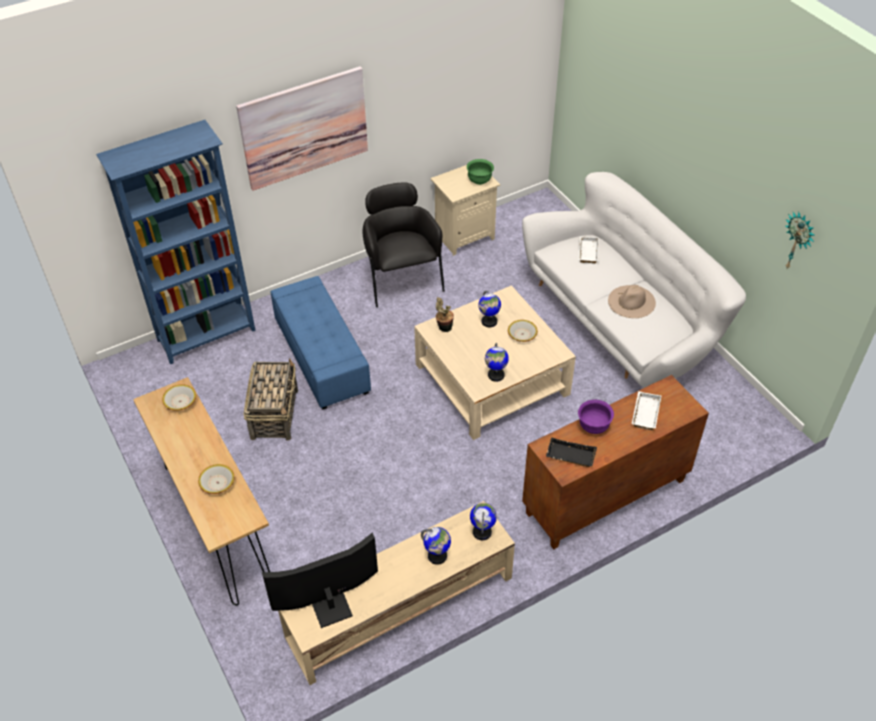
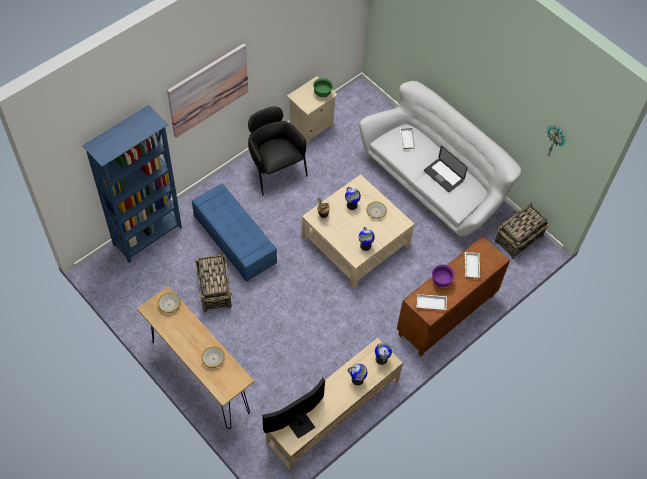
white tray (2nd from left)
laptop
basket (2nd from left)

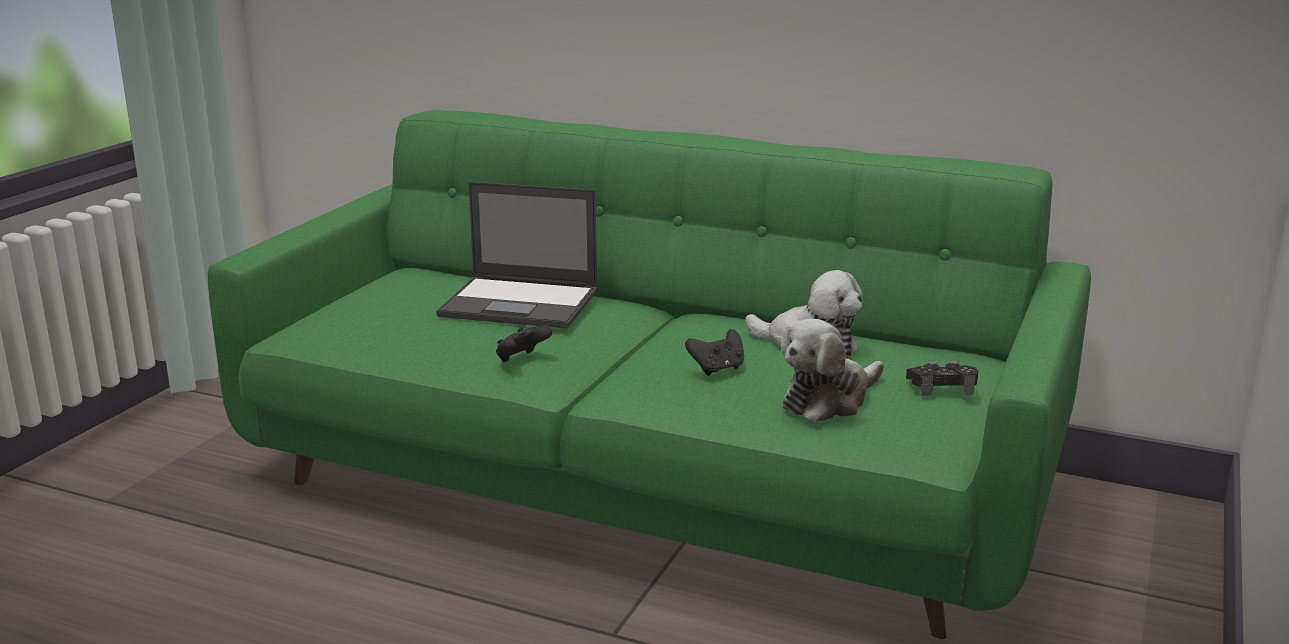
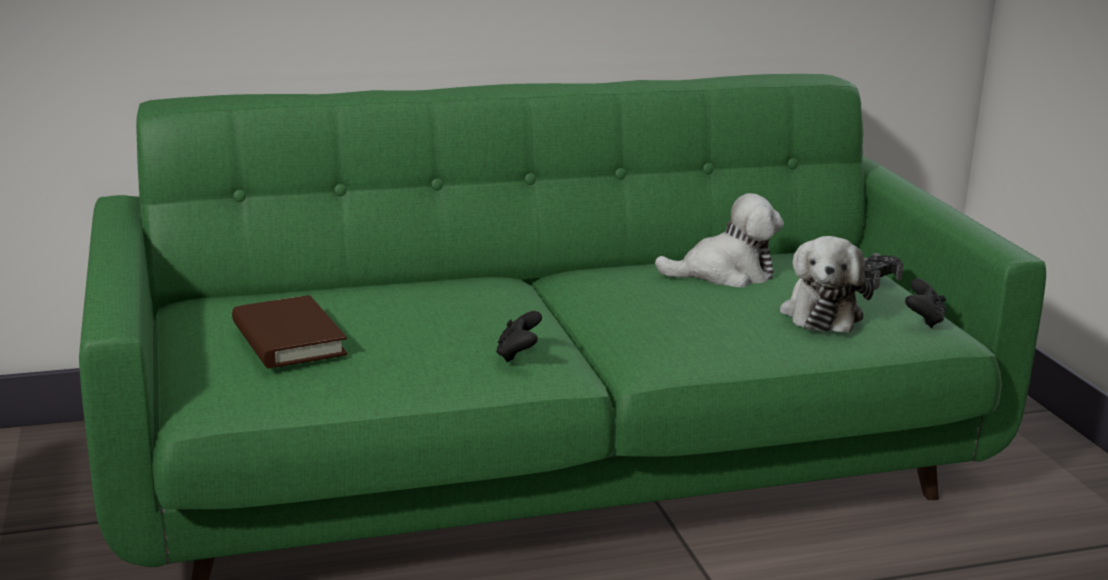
laptop
black game controller (3rd from left)
brown book

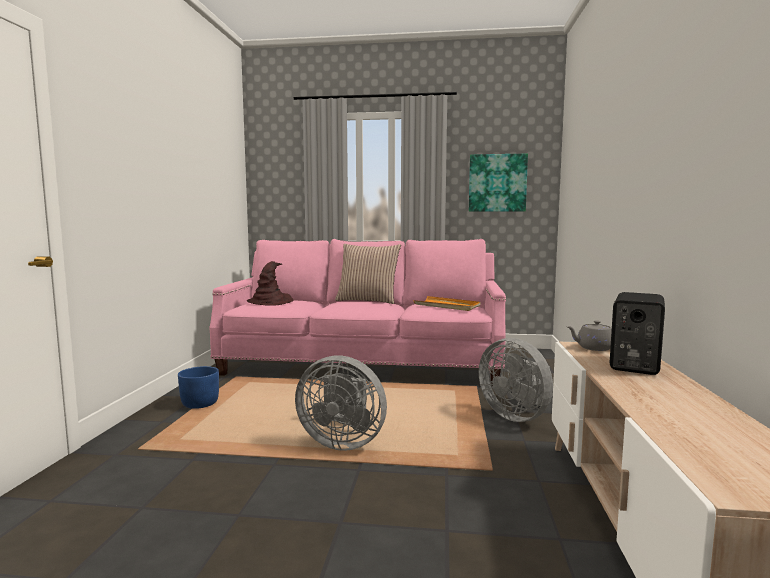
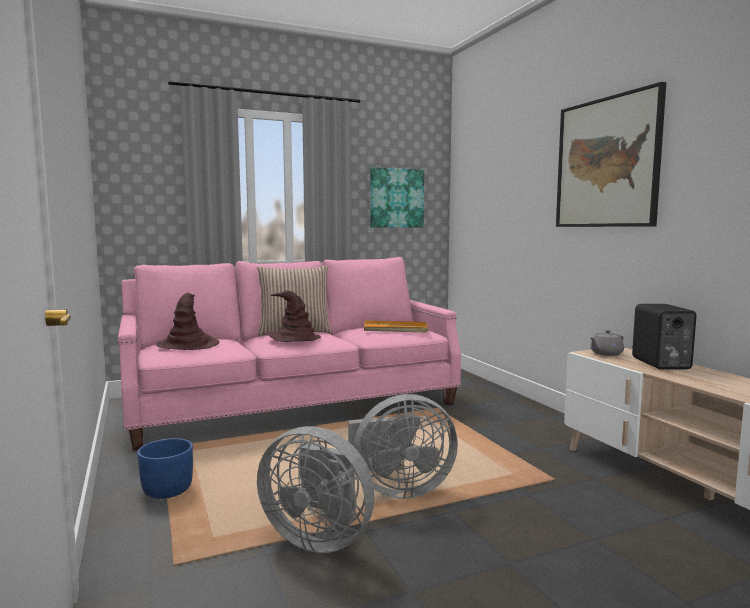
grey fan (1st from left)
brown hat (2nd from left)
picture (2nd from left)

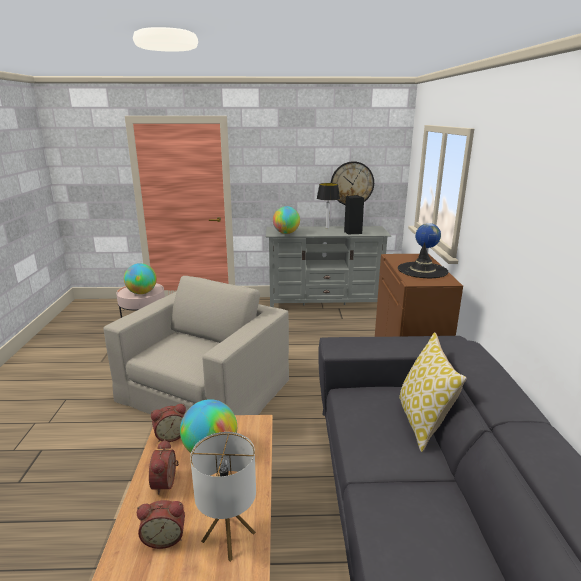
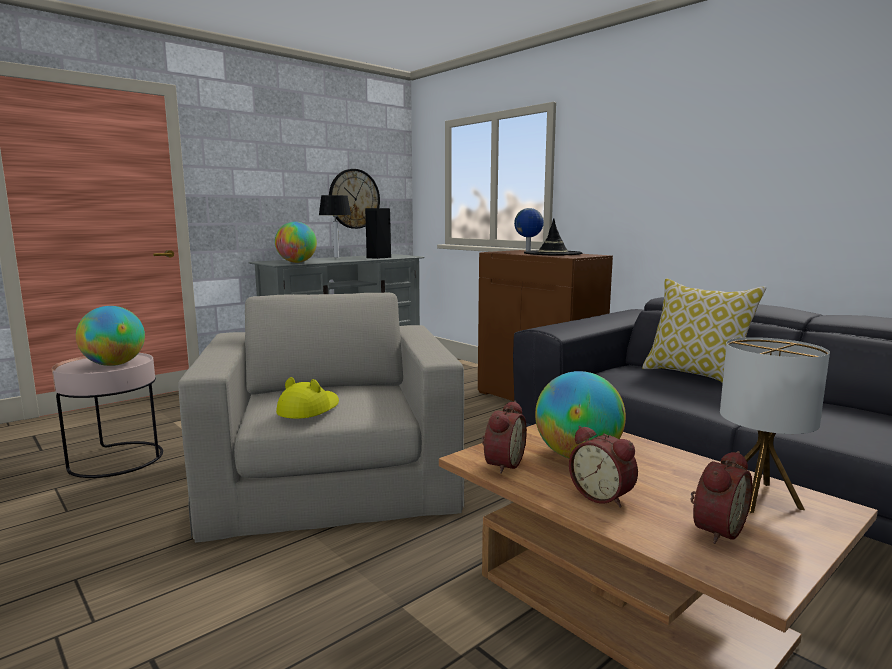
yellow hat

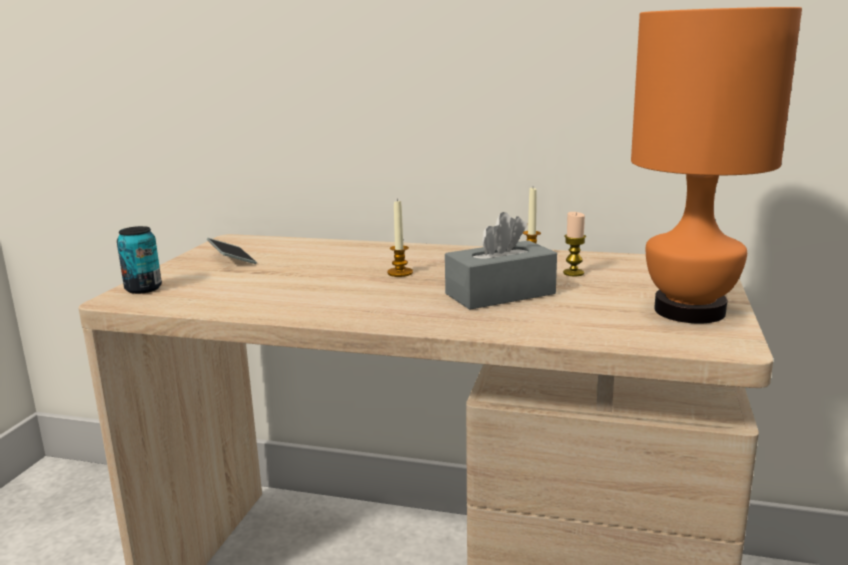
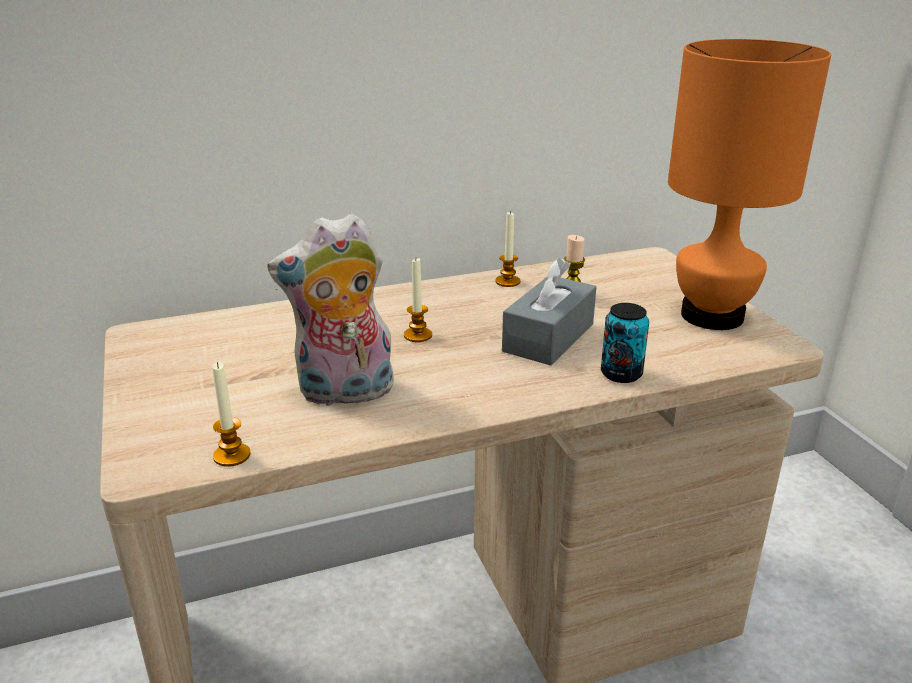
can
phone
candle (1st from left)
plush toy

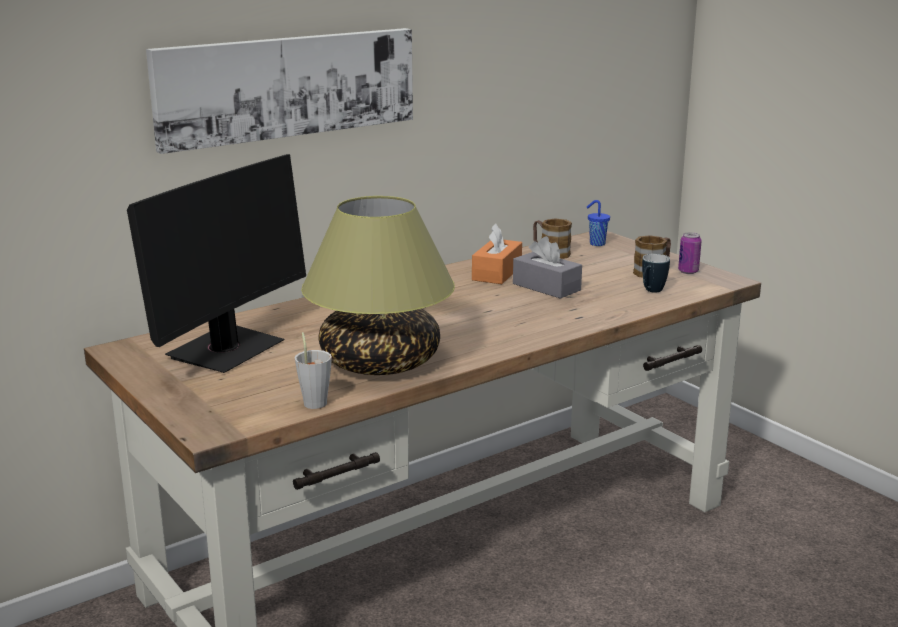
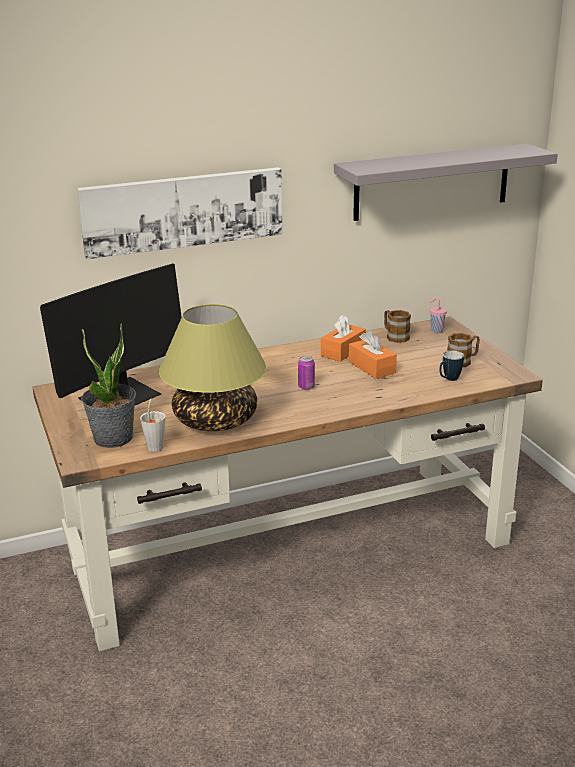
orange tissue box (2nd from left)
pink cup
can
potted plant
grey shelf

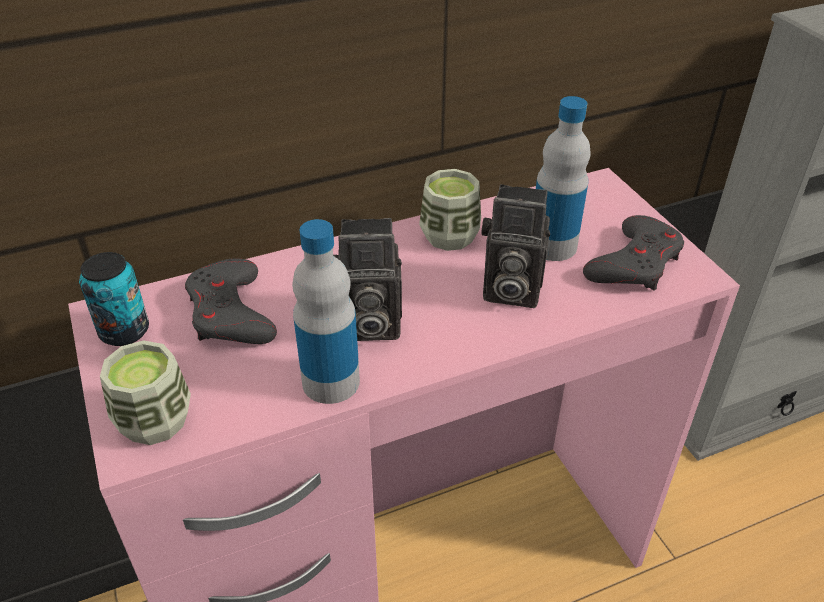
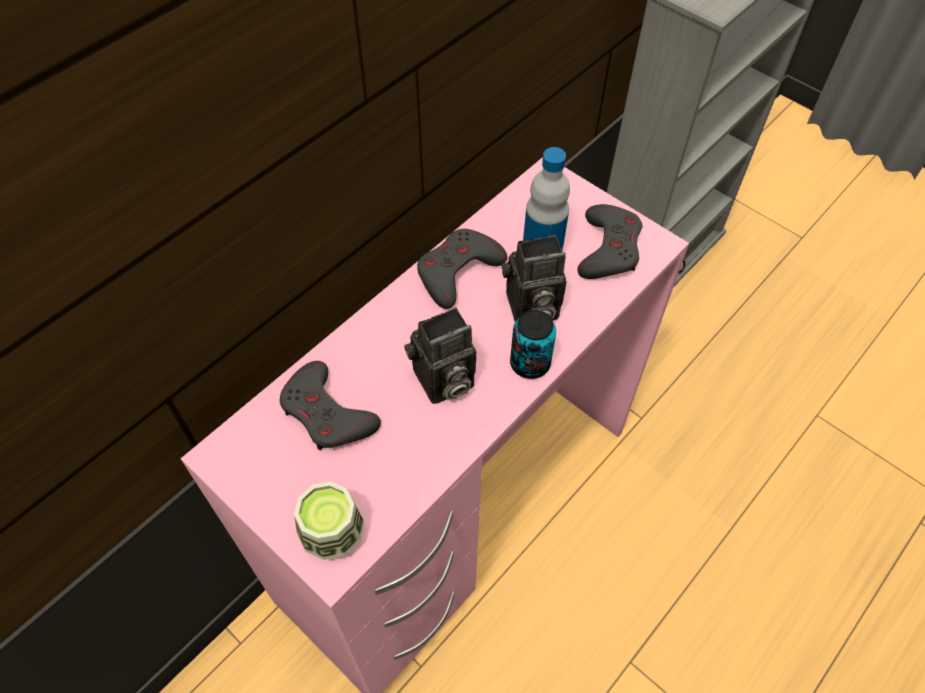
can
bottle (1st from left in the first image)
grey game controller (2nd from left)

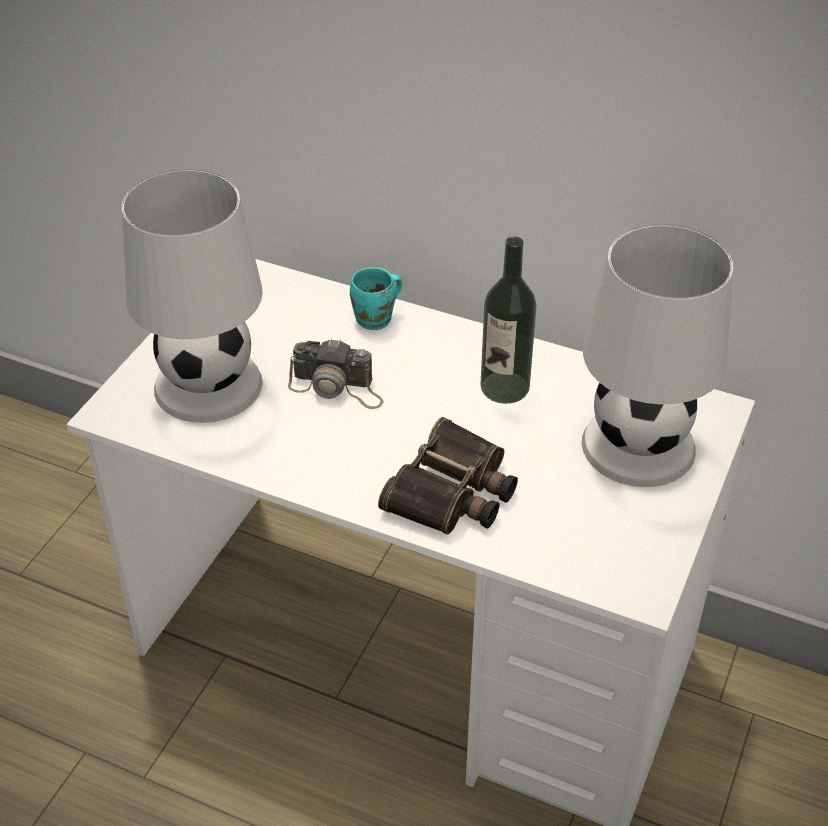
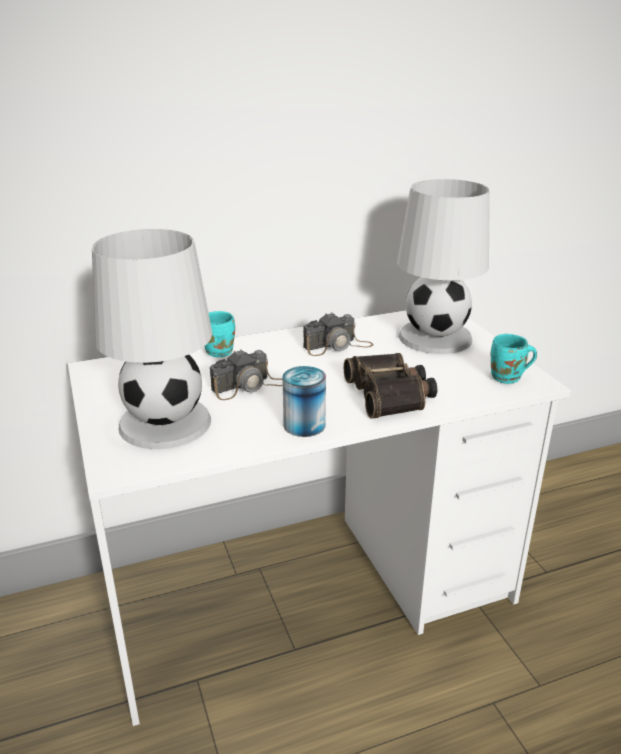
photo camera (2nd from left)
can
turquoise mug (2nd from left)

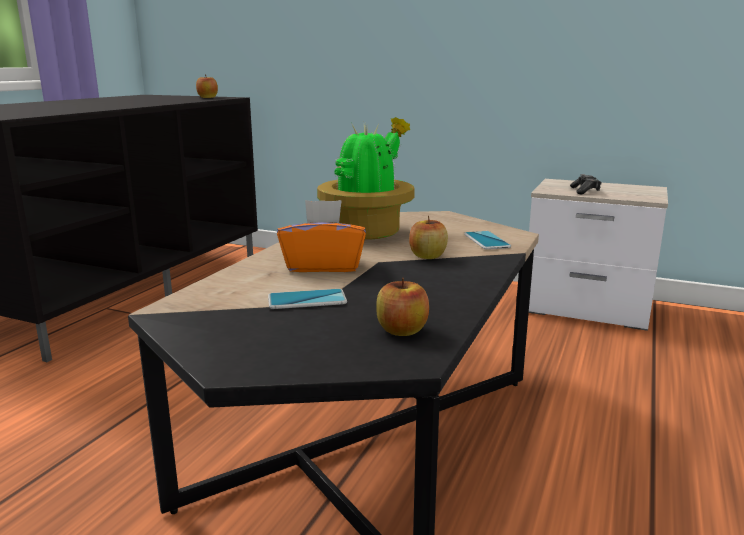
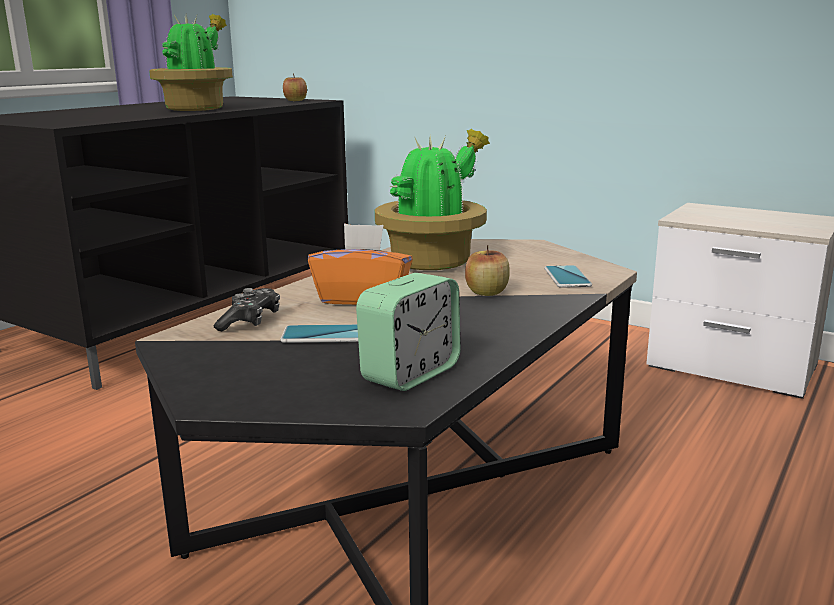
alarm clock
game controller
potted plant (1st from left)

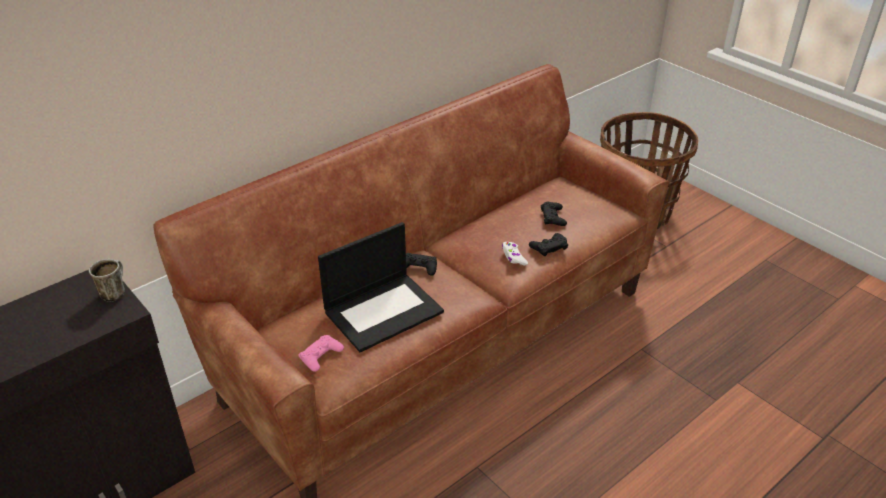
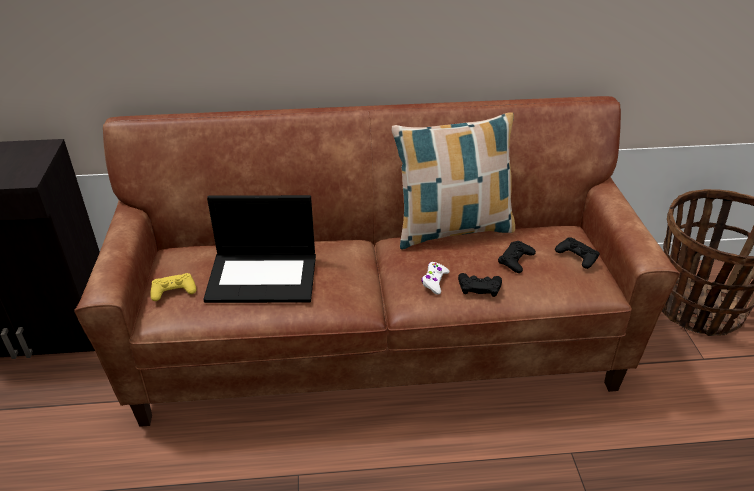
mug
yellow game controller
black game controller (3rd from left)
pillow

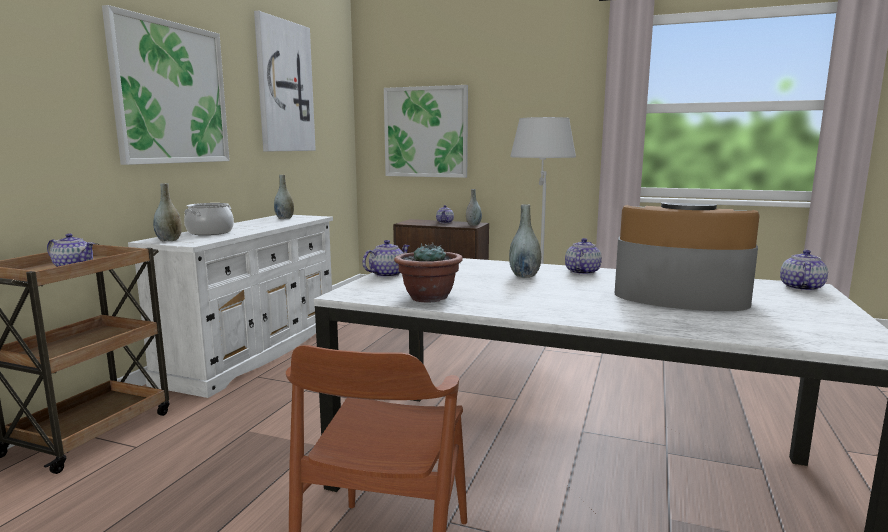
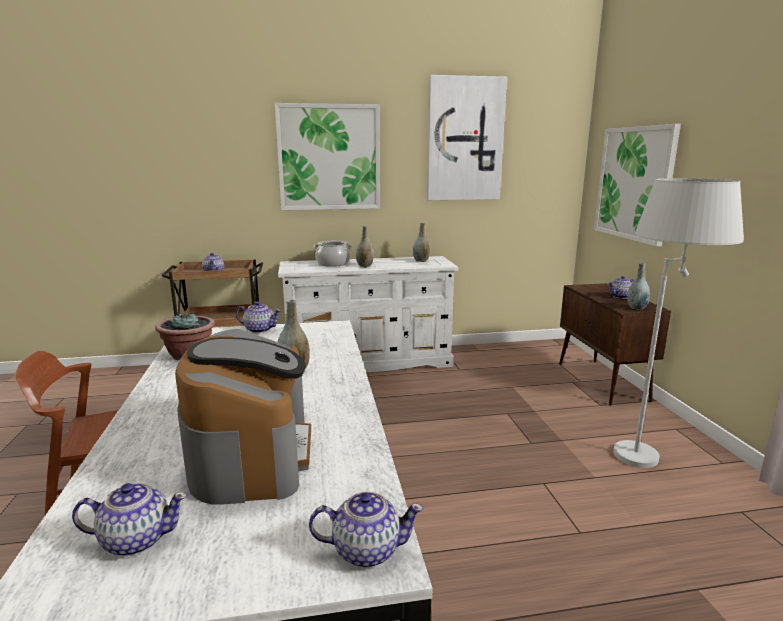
grey vase (2nd from left)
teapot (1st from left)

